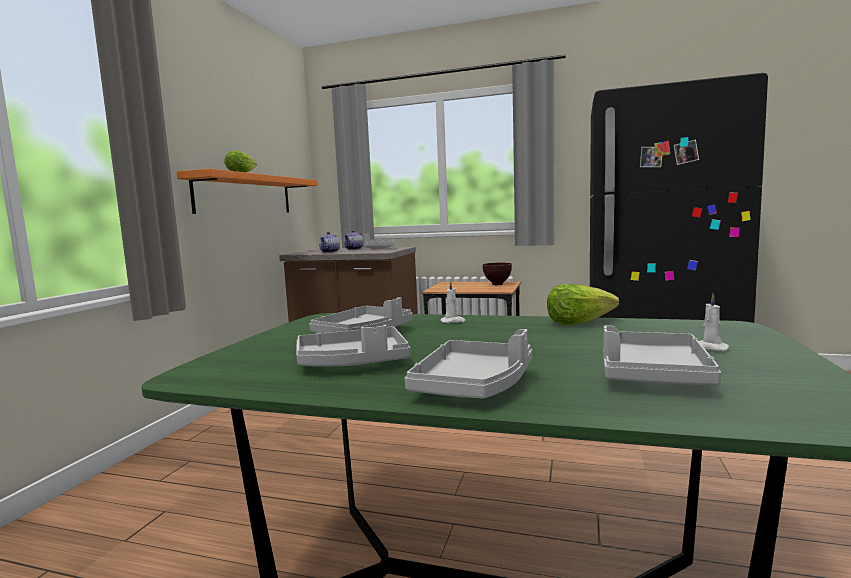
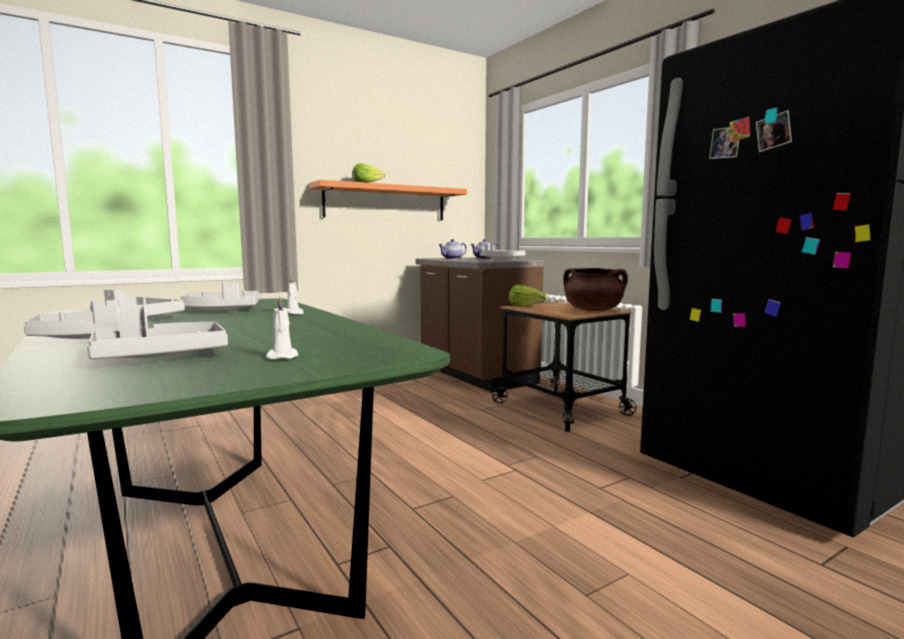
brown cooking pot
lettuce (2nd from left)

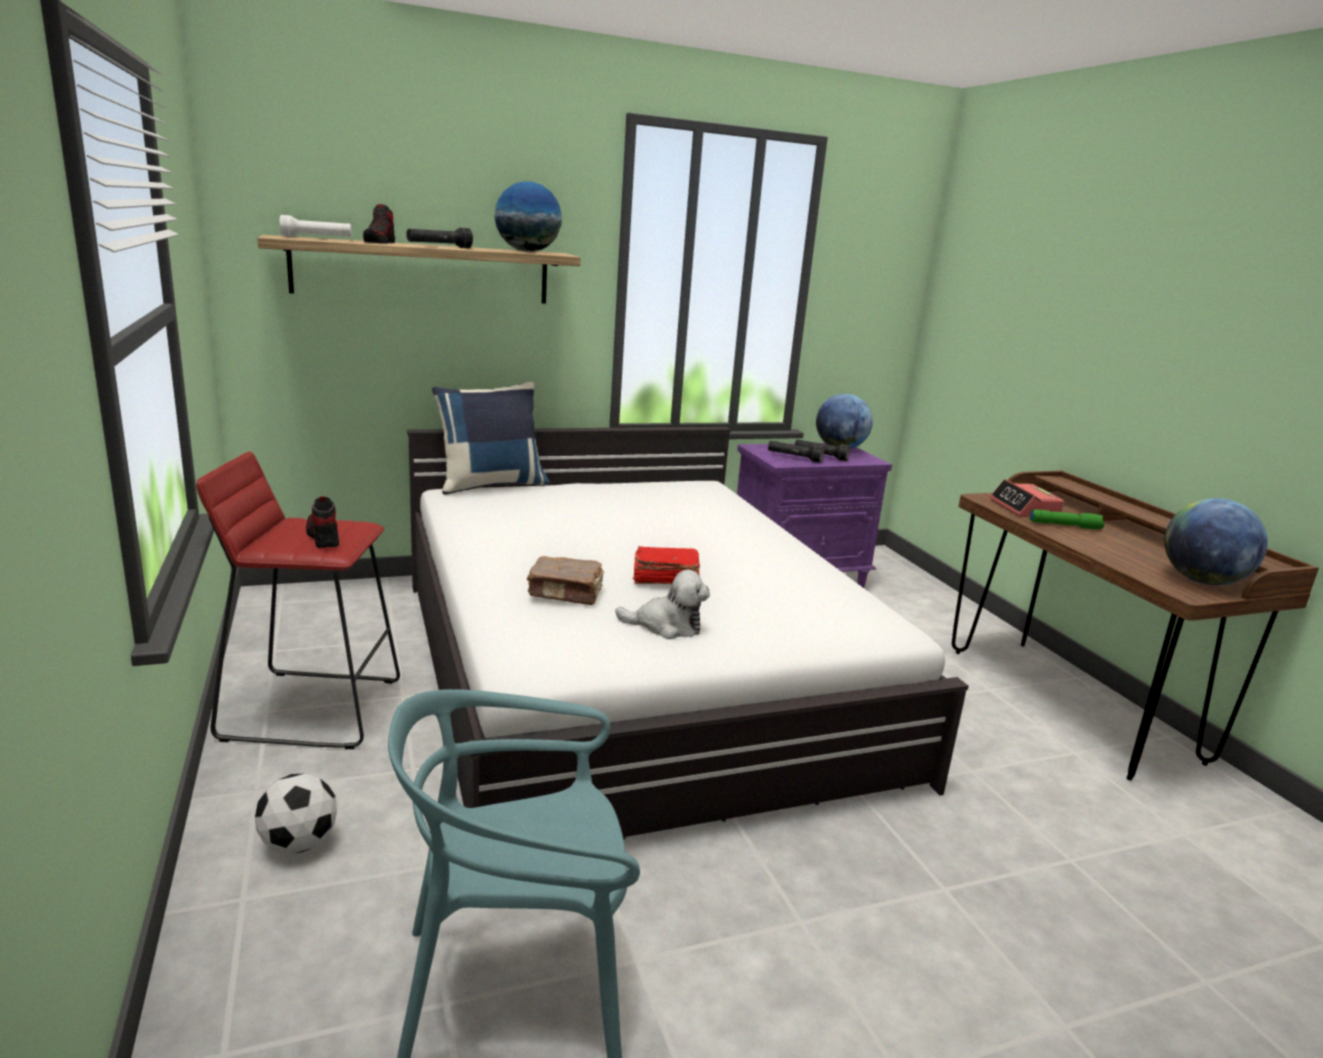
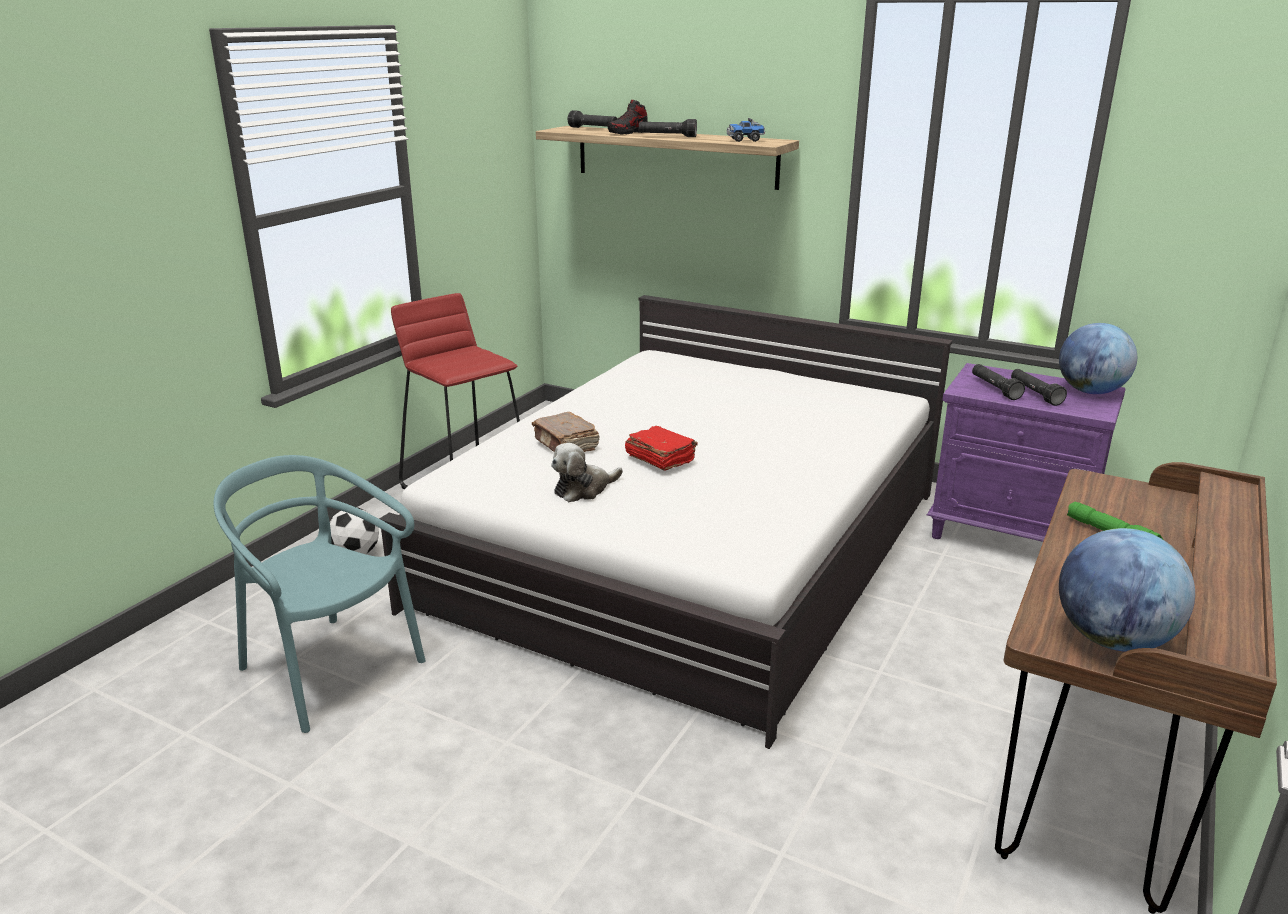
black flashlight (1st from left)
shoe (1st from left in the first image)
blue pillow
toy truck
plush toy
alarm clock

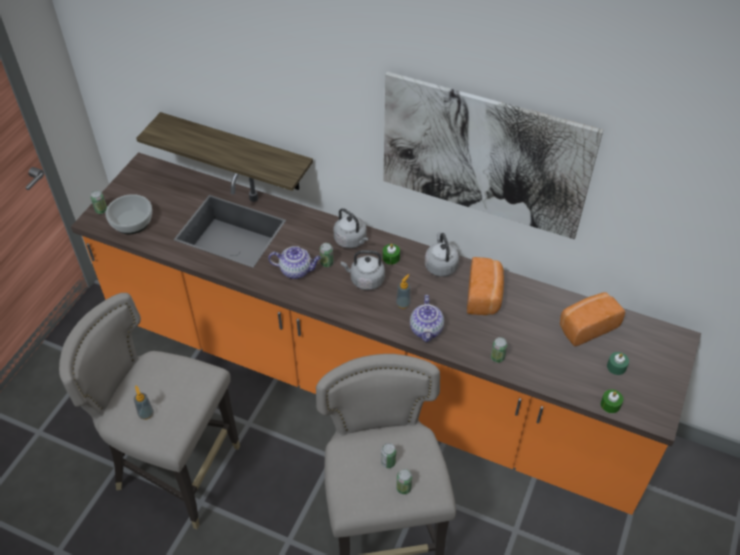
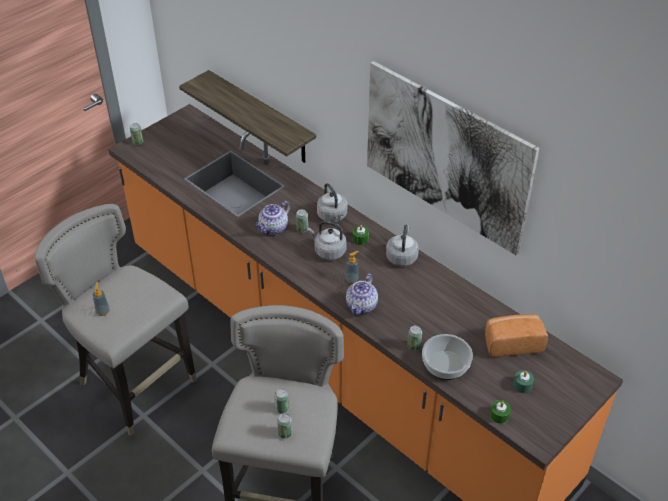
bowl
teapot (1st from left)
bread (1st from left in the first image)

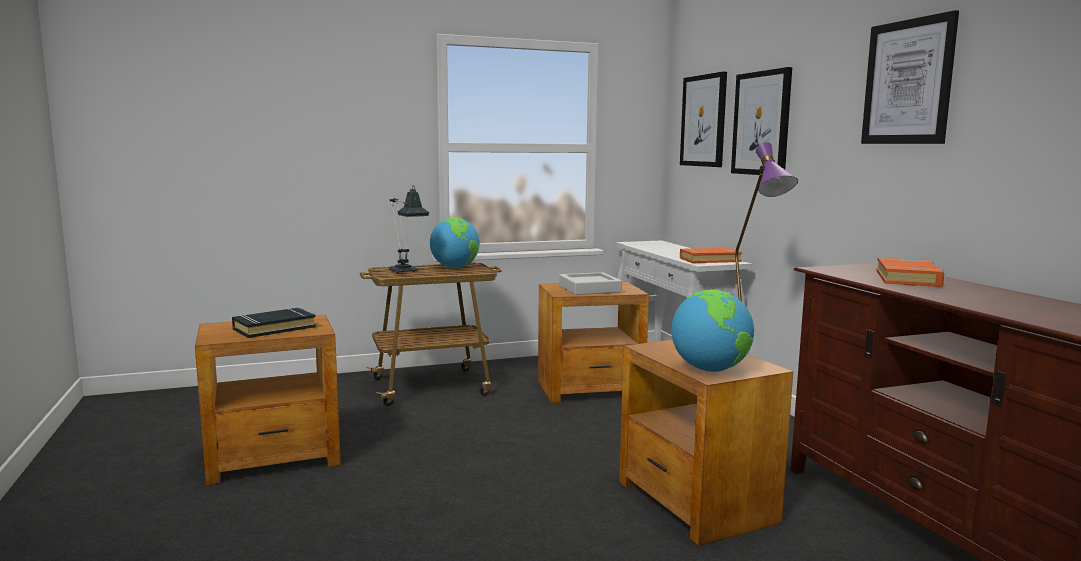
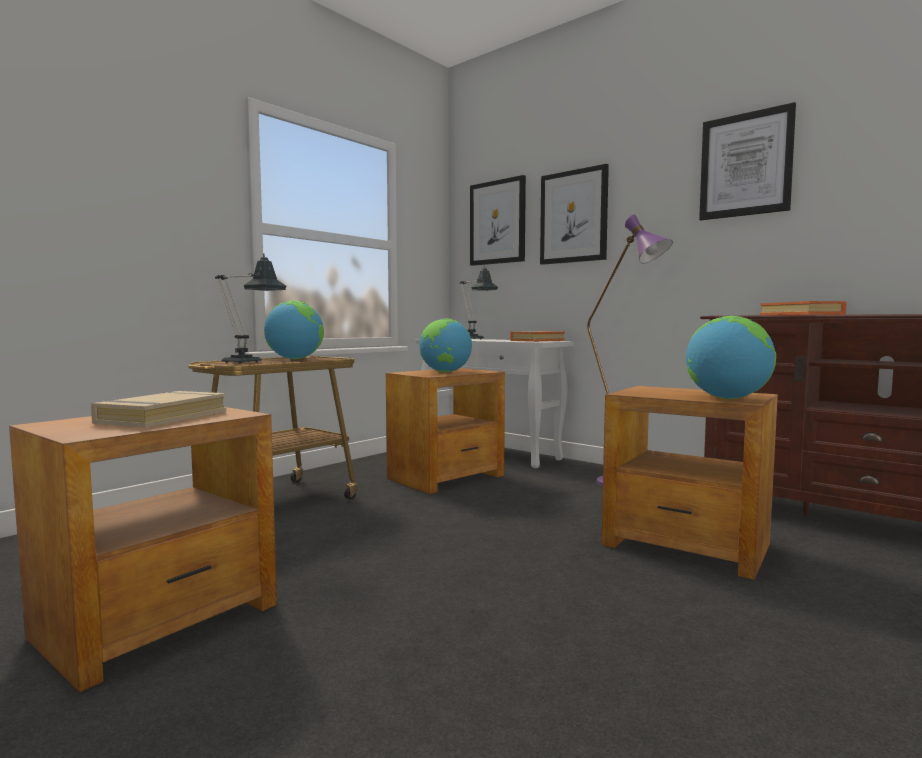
beige book
globe (2nd from left)
table lamp (2nd from left)

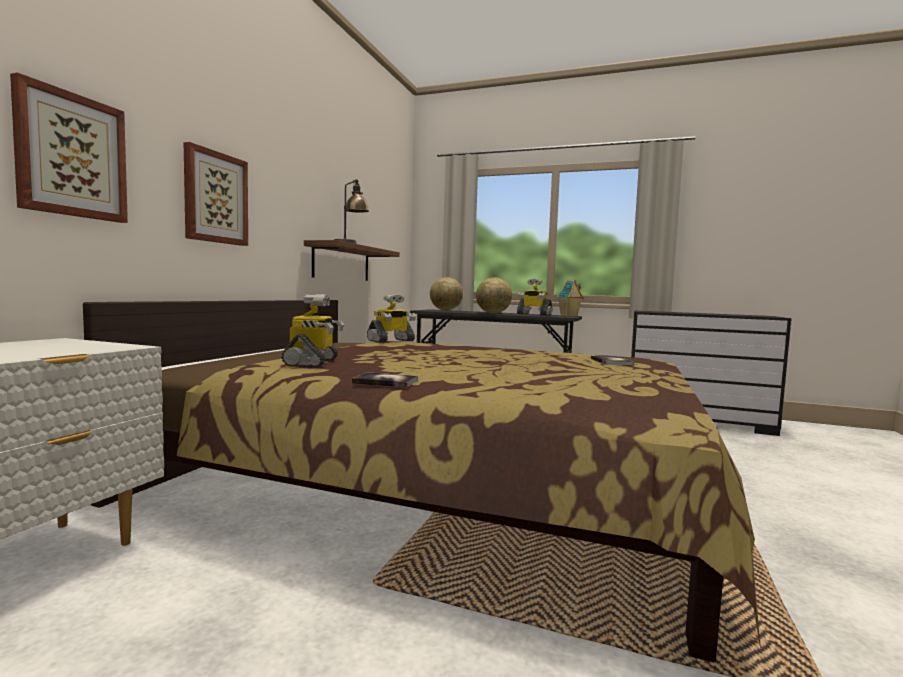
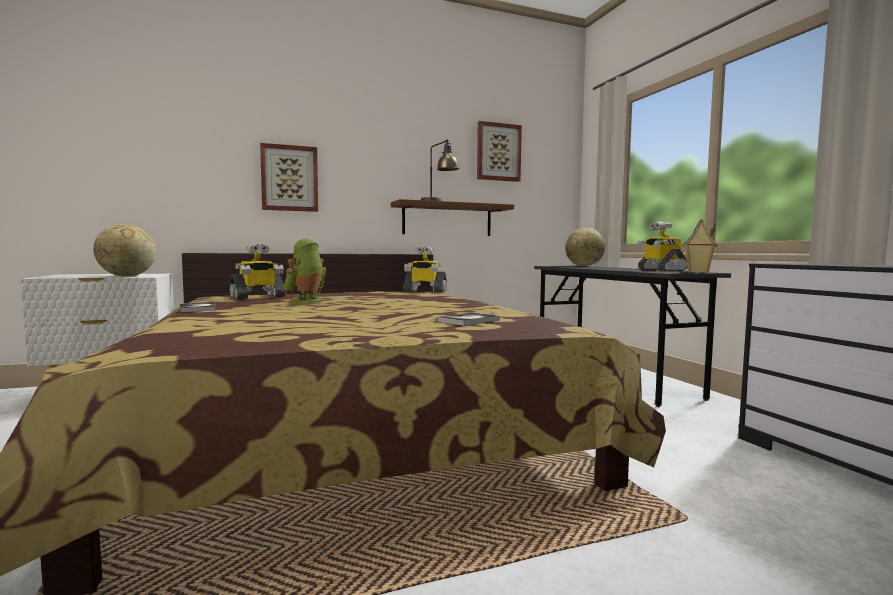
picture (2nd from left)
globe (1st from left)
toy robot (2nd from left)

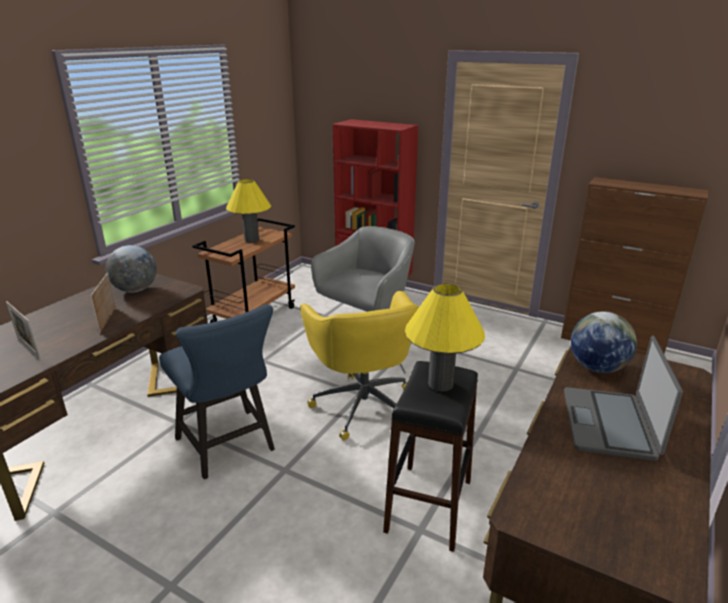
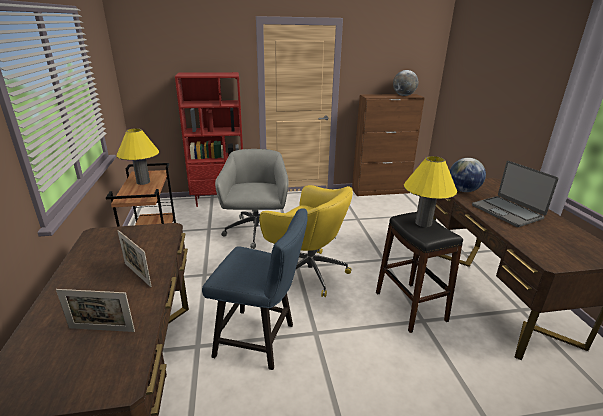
globe (1st from left)

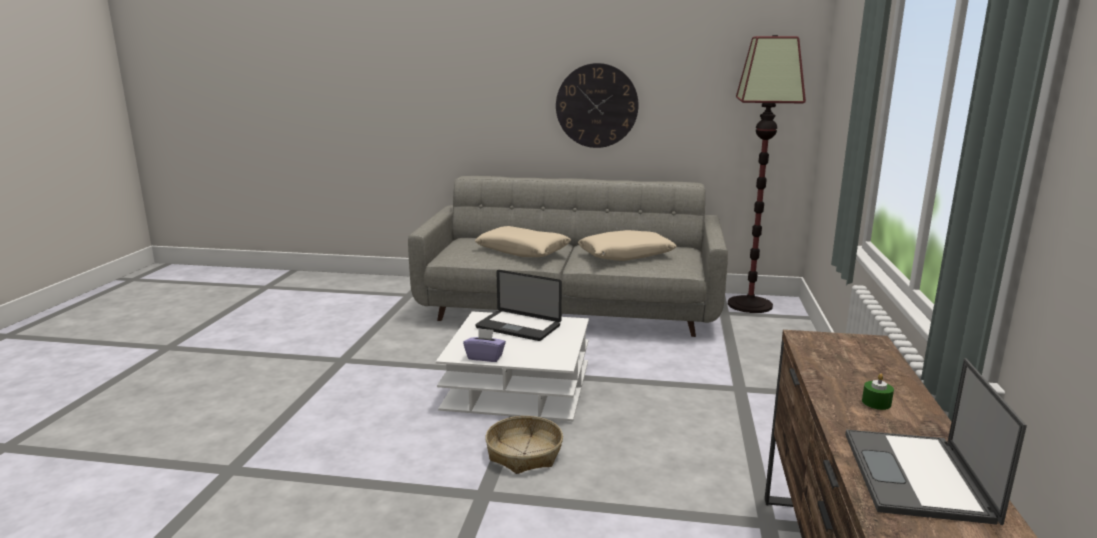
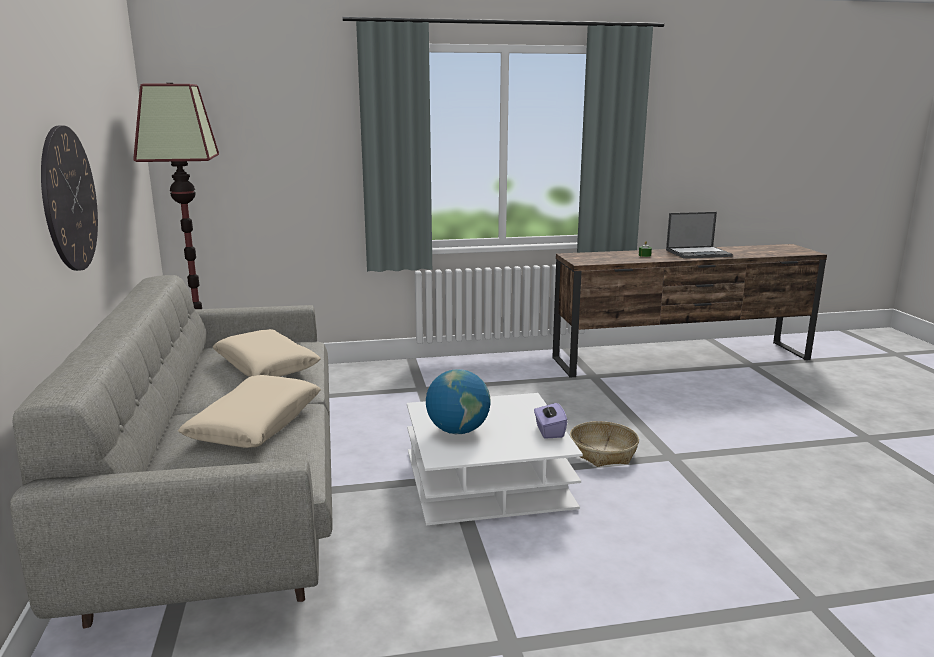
globe

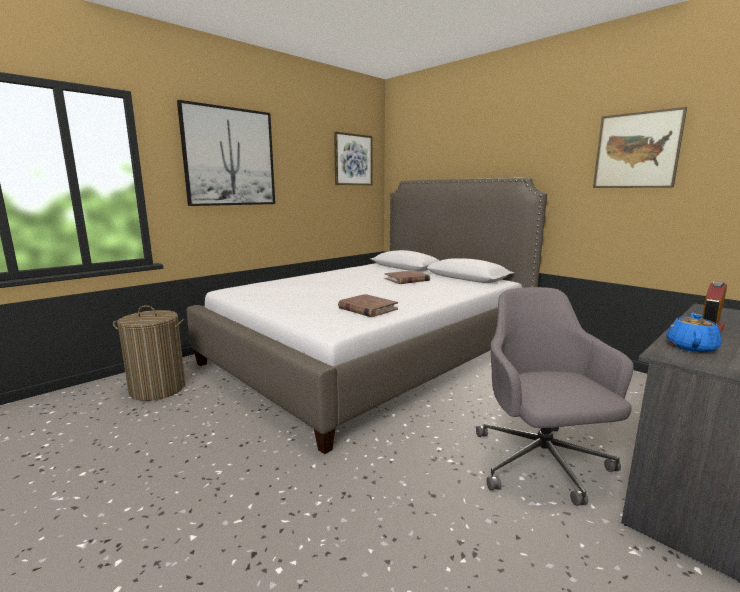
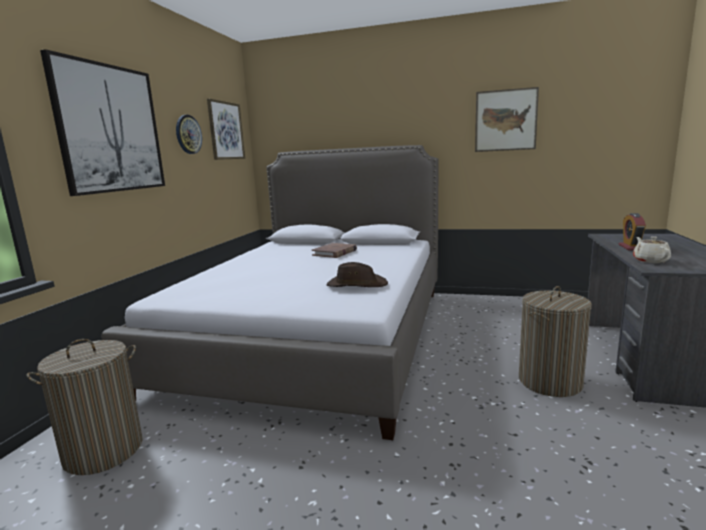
brown hat
laundry basket (2nd from left)
beige teapot
wall clock

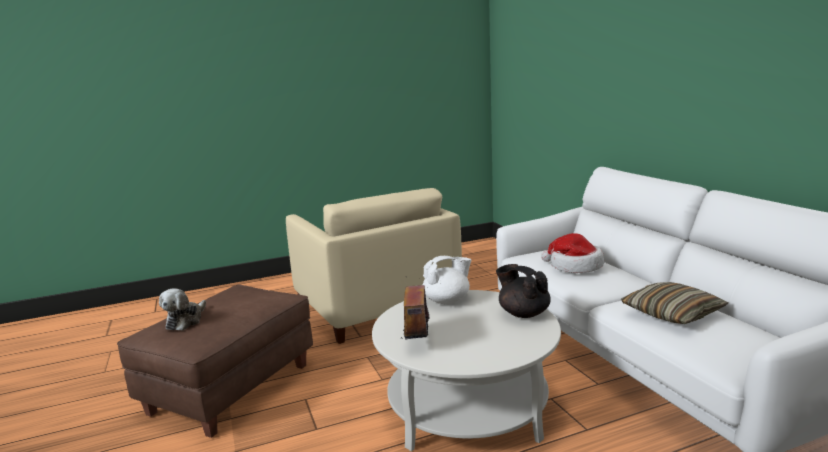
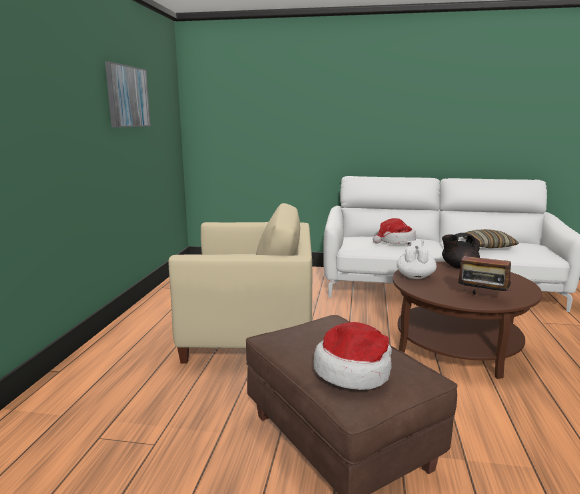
hat (1st from left)
brown coffee table
picture

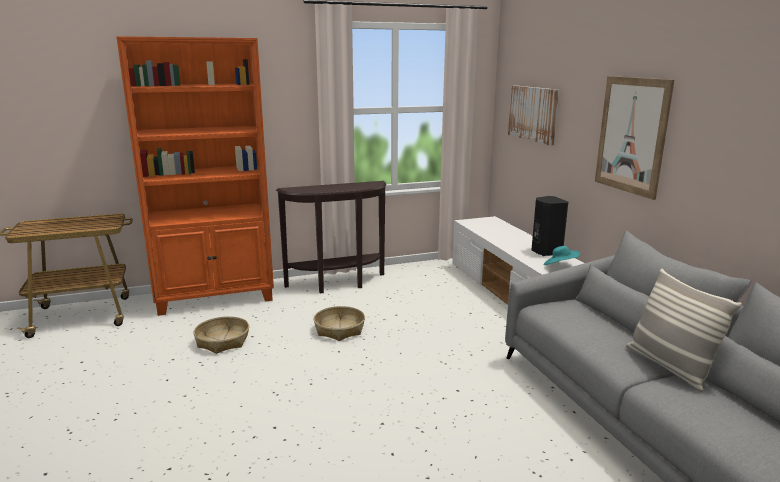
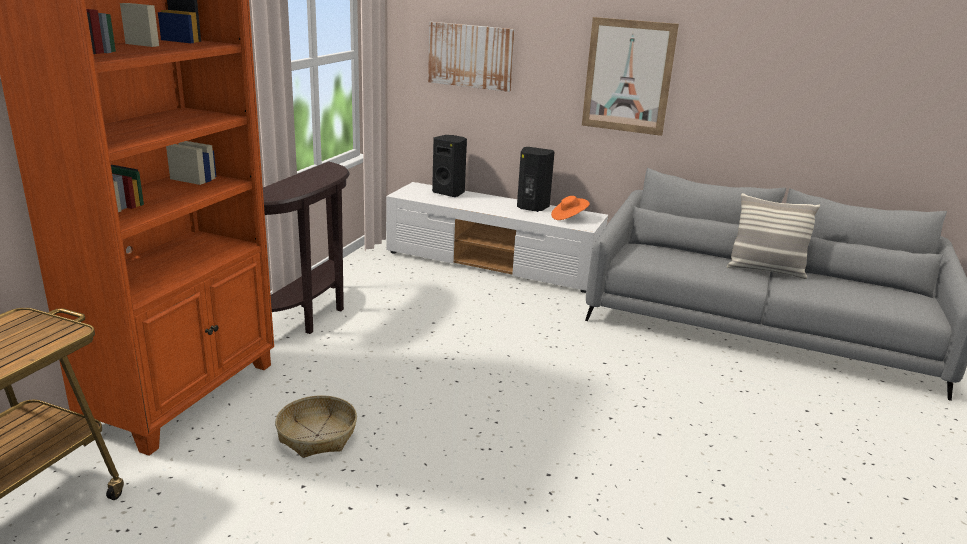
basket (2nd from left in the first image)
orange hat
black speaker (1st from left)

